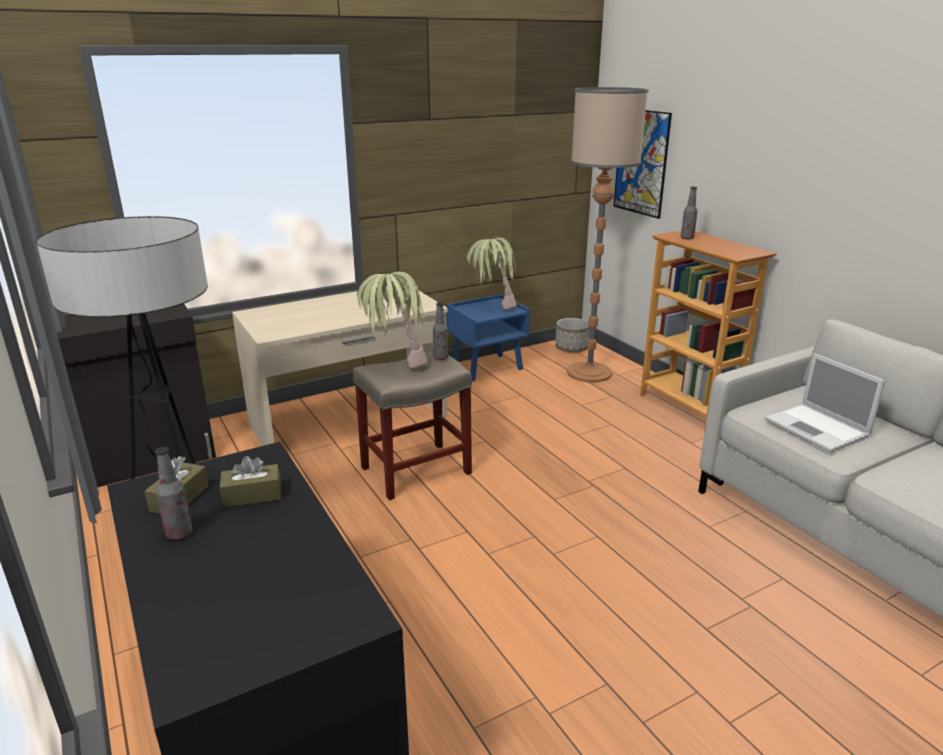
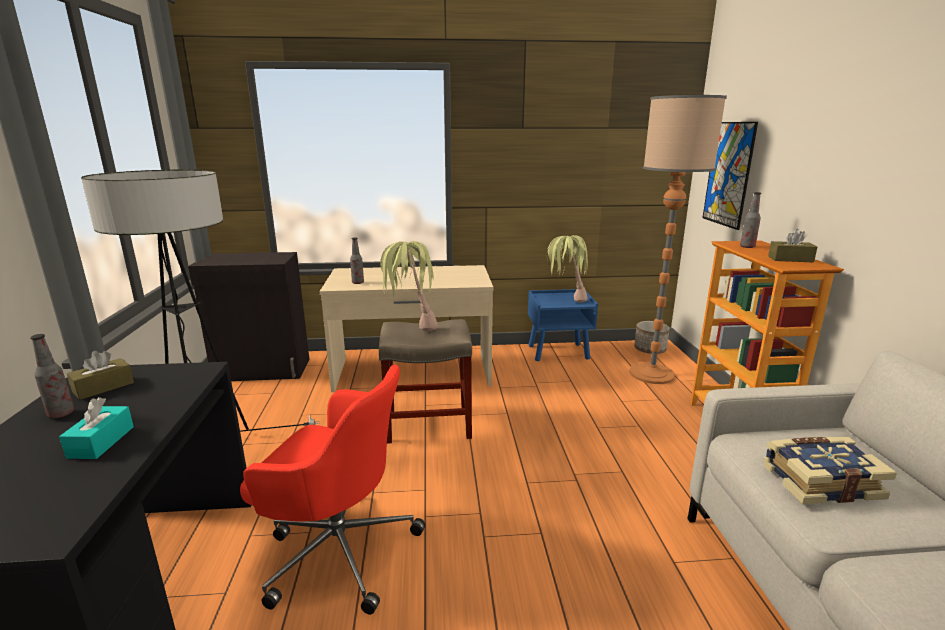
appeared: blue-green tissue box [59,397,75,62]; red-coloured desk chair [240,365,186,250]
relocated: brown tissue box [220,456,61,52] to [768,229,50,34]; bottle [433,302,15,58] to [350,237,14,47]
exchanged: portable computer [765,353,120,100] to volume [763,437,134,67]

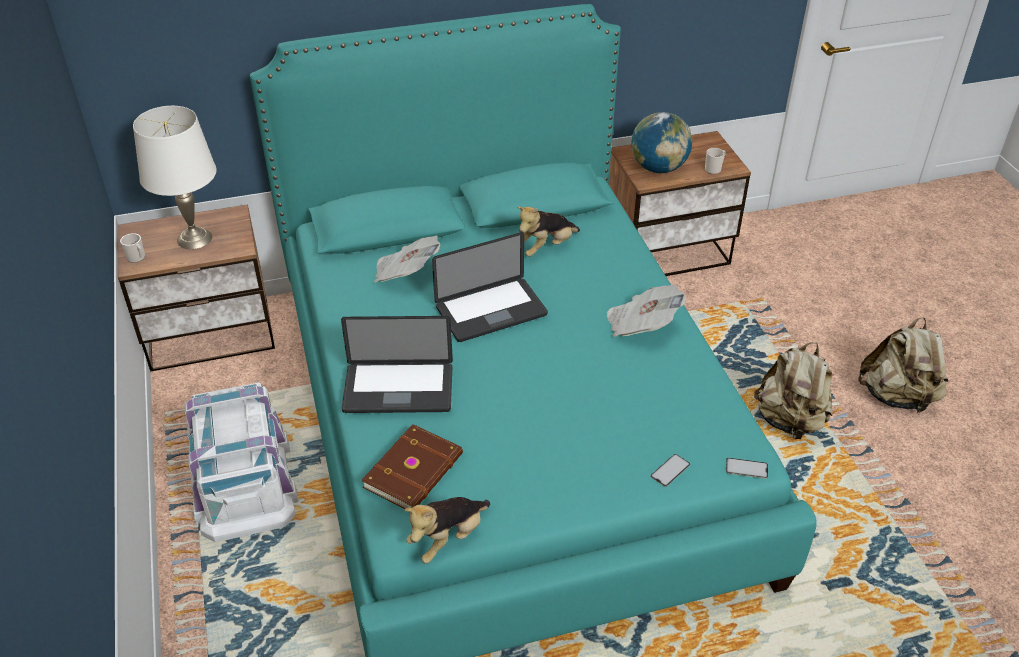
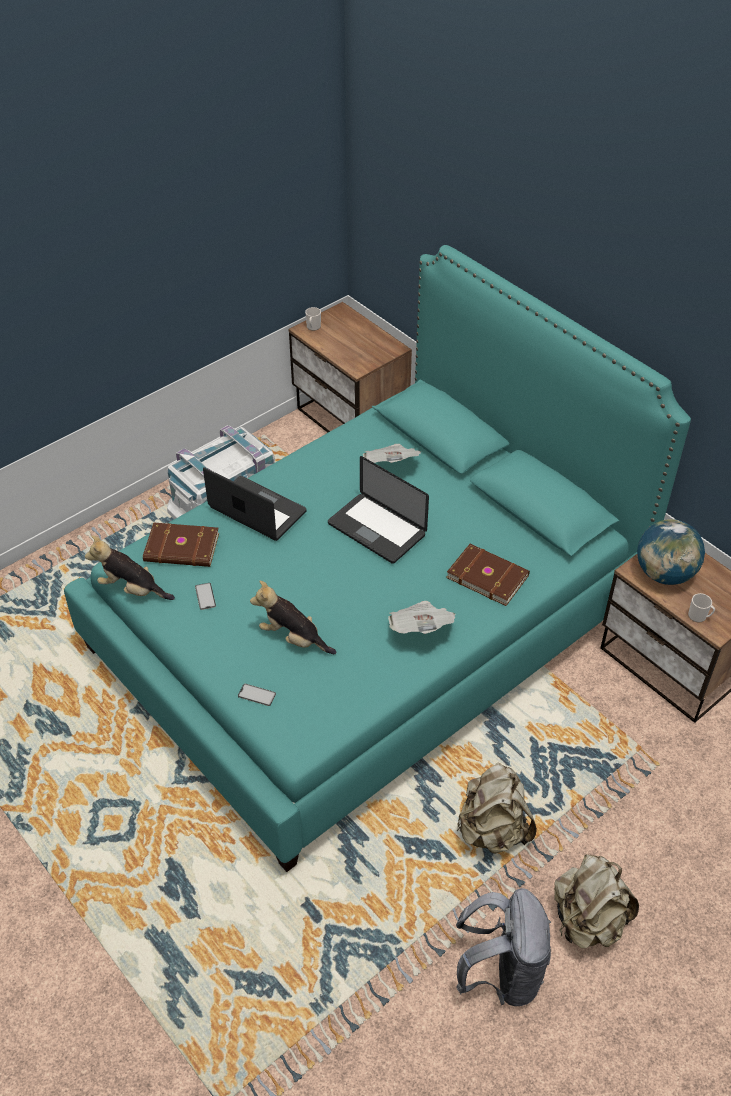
missing: white table lamp [133,106,84,143]
appeared: brown volume [446,544,84,62]; gray rucksack [456,888,95,118]
relocated: soft toy [517,207,63,50] to [250,580,86,74]; telephone [726,458,42,21] to [195,583,21,27]
spun: portable computer [341,316,112,97] = [203,467,104,74] 150 degrees clockwise

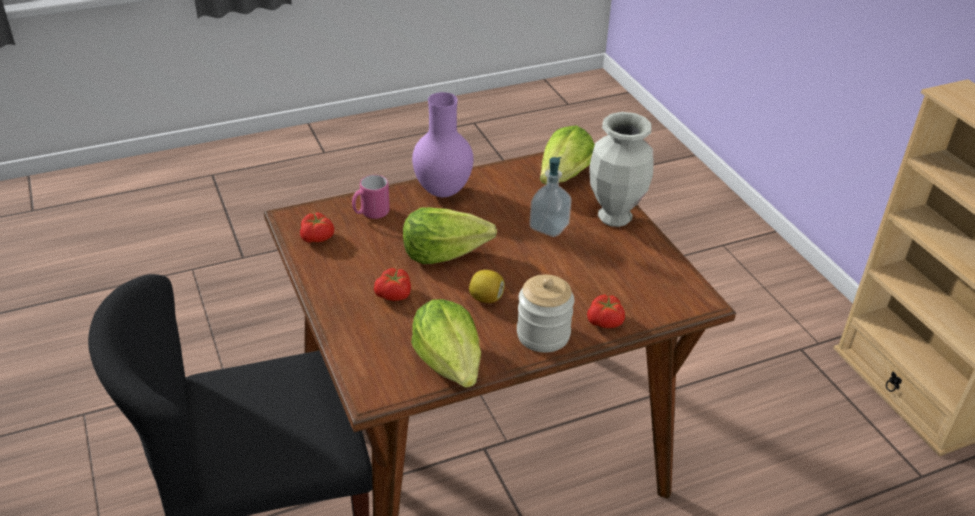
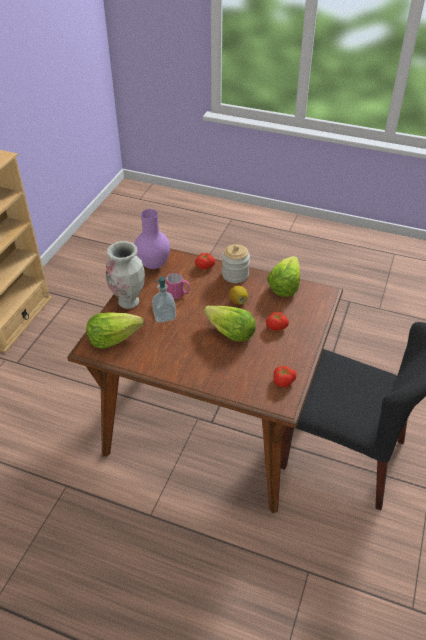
relocated: pink coffee mug [352,175,38,44] to [166,273,24,26]; purplish vase [412,92,62,105] to [134,209,36,60]

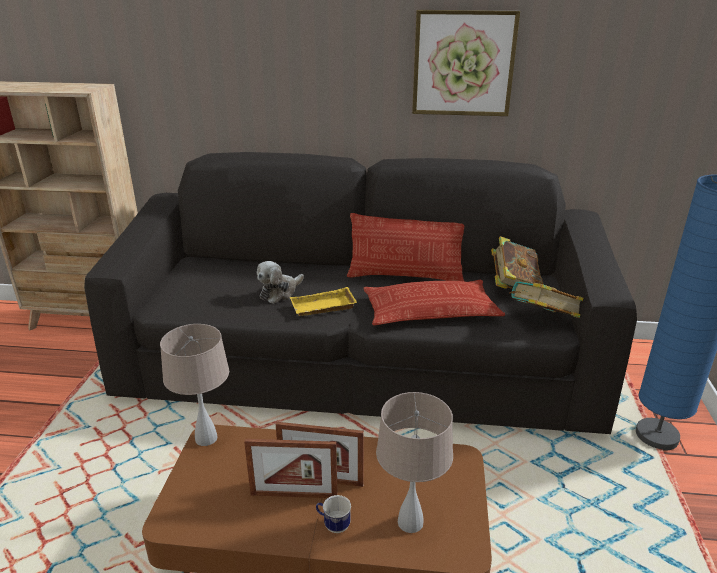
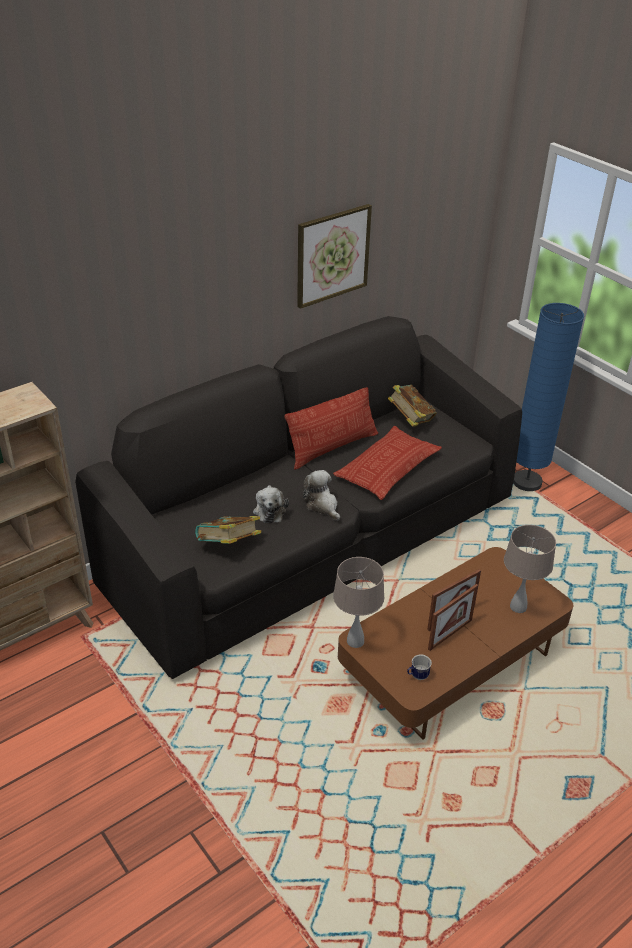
relocated: coffee mug [316,495,35,38] to [407,655,25,25]; volume [509,281,74,37] to [195,516,66,28]
exchanged: yellowish carrying tray [290,287,67,29] to soft toy [303,470,37,51]

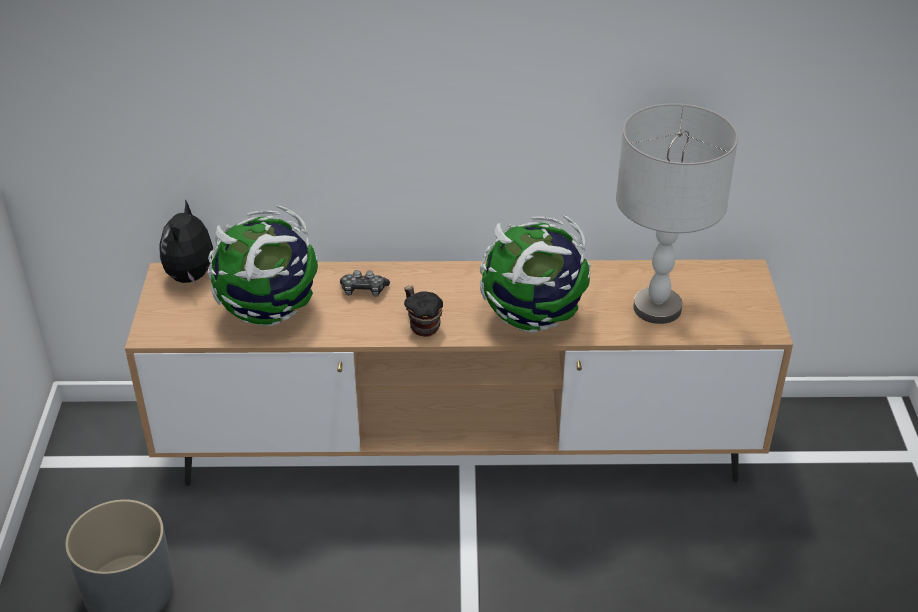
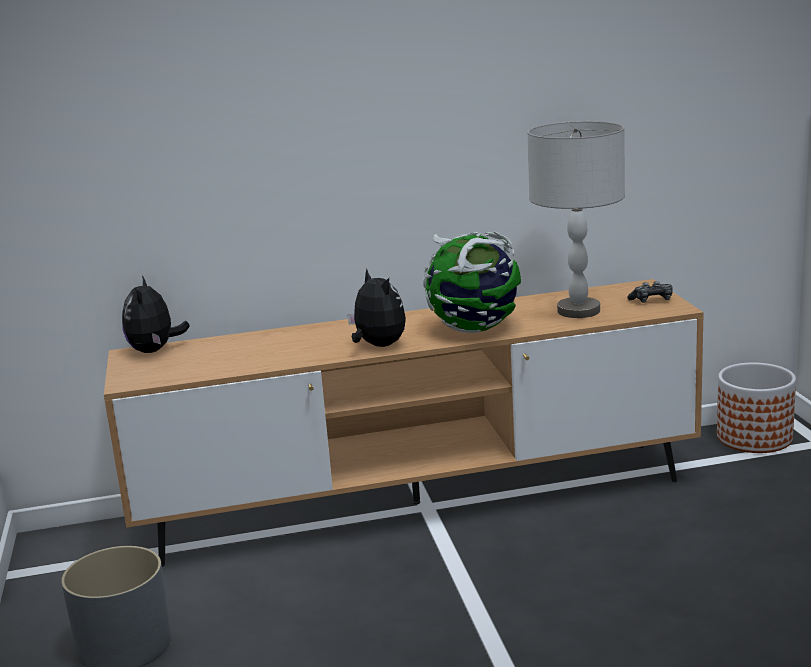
missing: desk globe [208,205,110,121]
appeared: flower pot [717,363,79,90]
relocated: joypad [340,270,50,27] to [627,281,45,22]
exchanged: coffee mug [404,286,39,51] to soft toy [348,269,58,78]

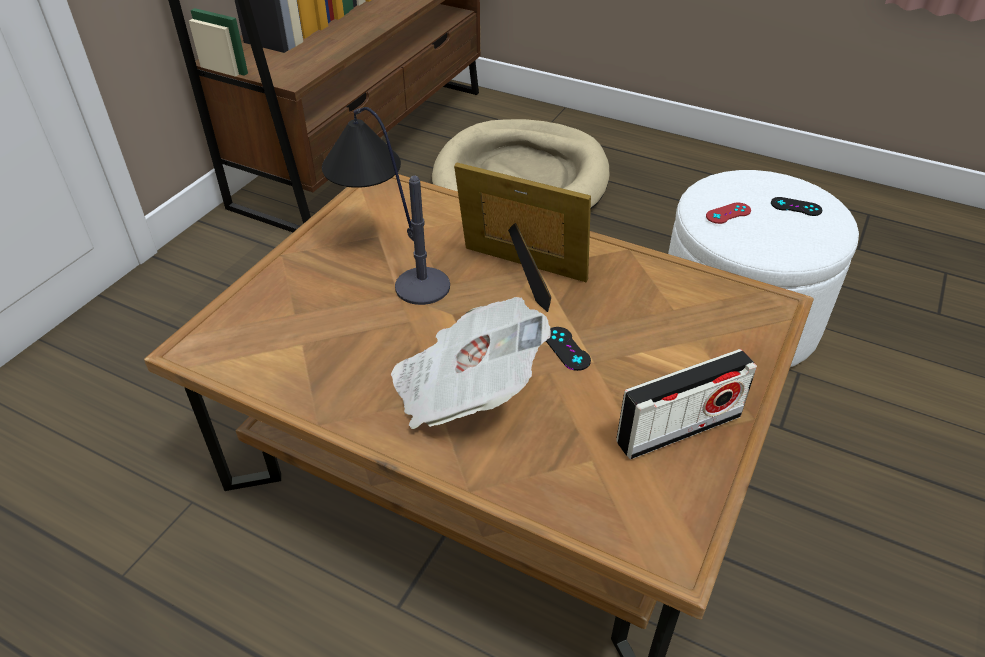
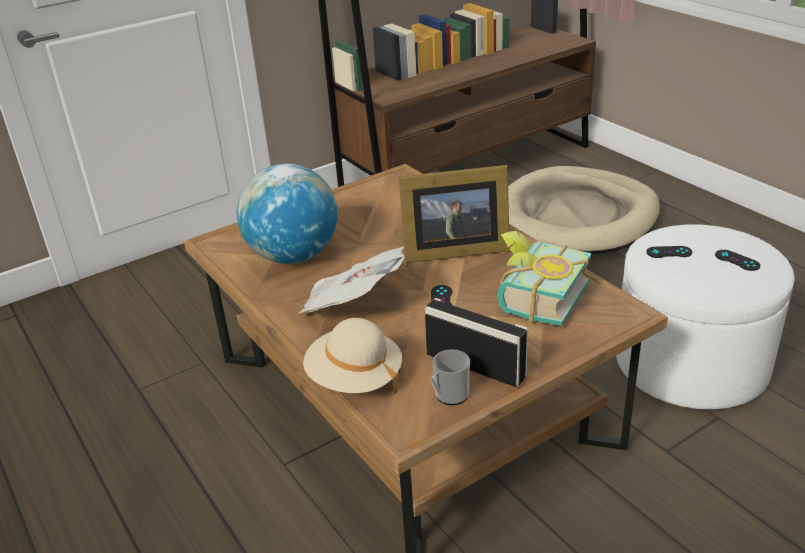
missing: table lamp [322,107,128,198]
appeared: desk globe [237,163,101,101]; sand-coloured clothing hat [303,318,99,76]; coffee mug [430,349,40,56]; volume [497,231,94,95]
colour: red-coloured joypad [706,203,45,21] to black joypad [646,246,46,12]
spun: photo frame [454,163,137,149] = [399,165,111,98] 120 degrees clockwise; radio receiver [616,349,141,110] = [425,298,103,89] 150 degrees counterclockwise

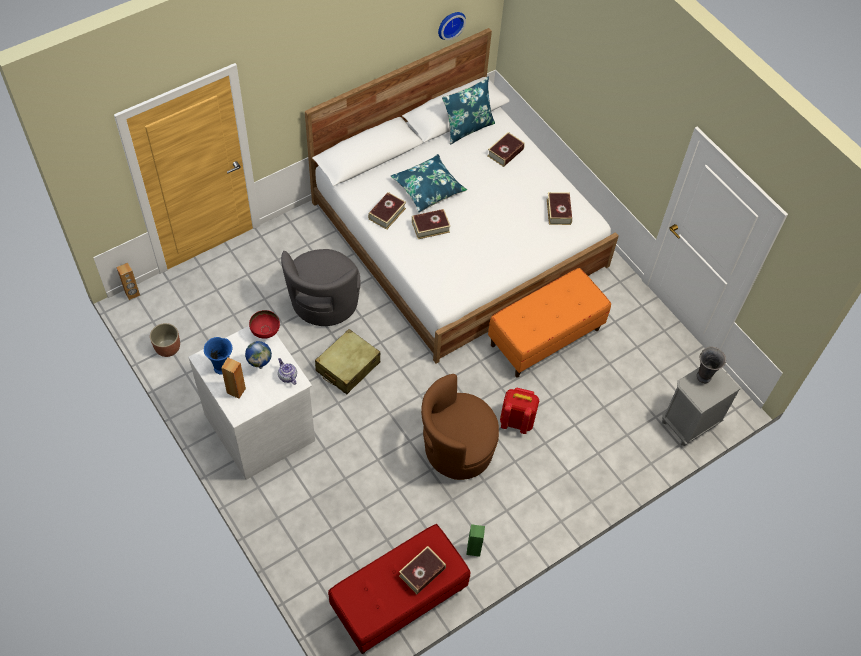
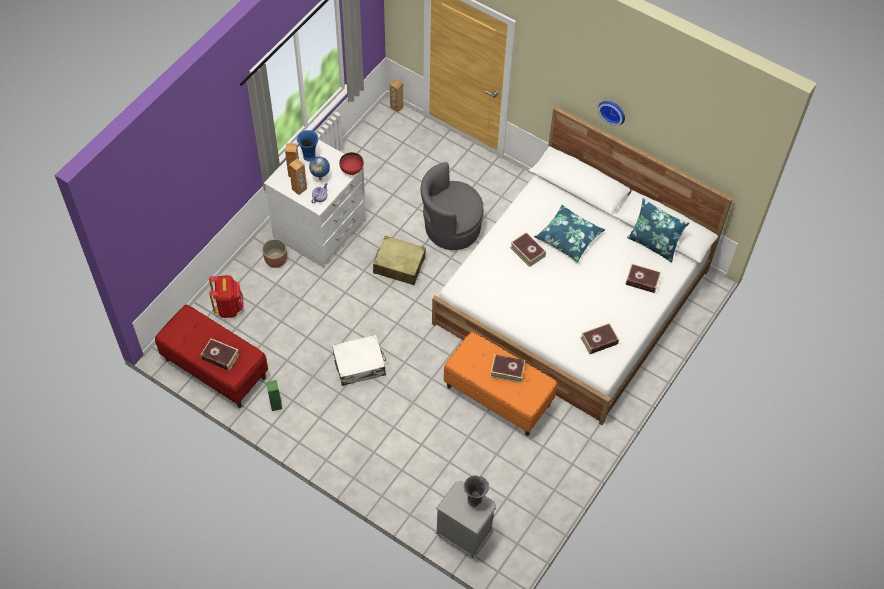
appeared: brown audio speaker [289,159,18,36]
relocated: flower pot [150,323,30,34] to [262,239,25,29]; volume [368,192,38,38] to [490,354,36,29]; clock on the wall [438,12,28,28] to [598,101,27,25]; red-coloured rucksack [500,387,39,47] to [209,275,35,43]
exchanged: brown armchair [421,374,78,106] to white suitcase [332,335,54,51]

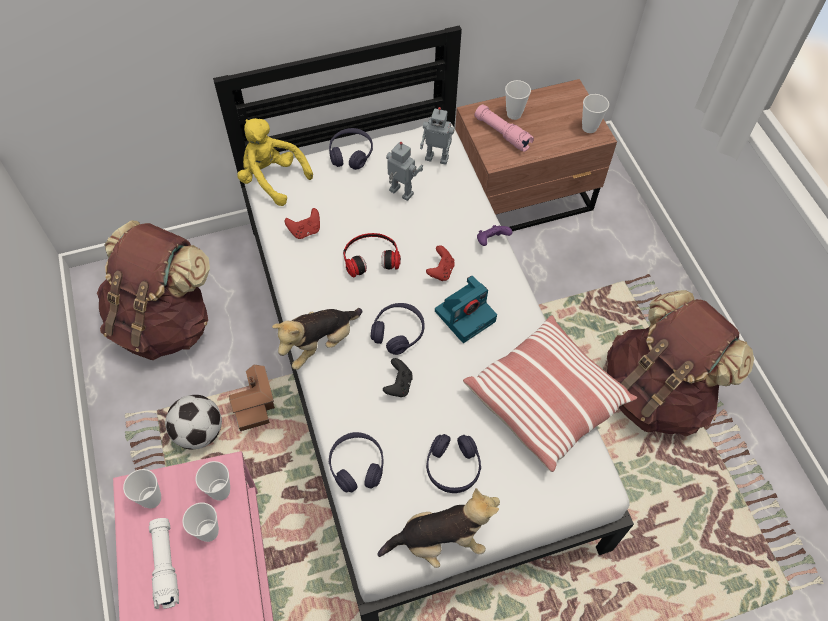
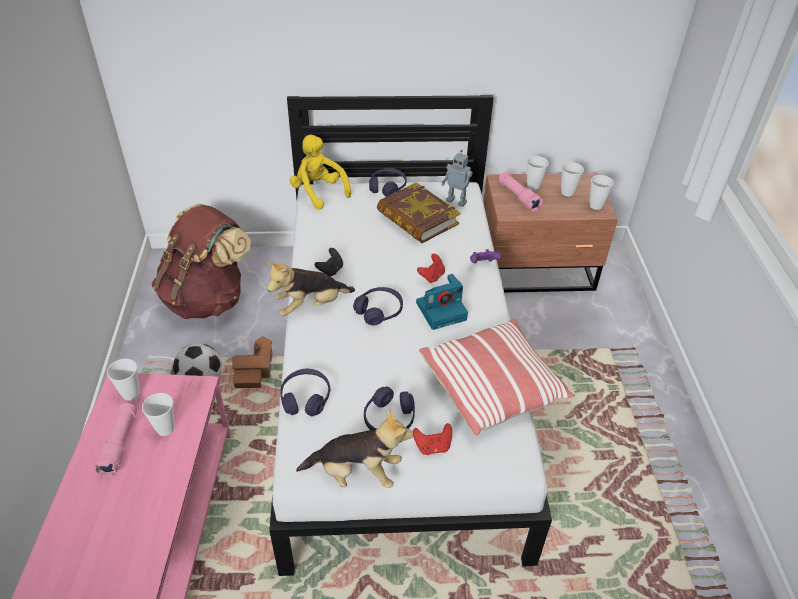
missing: headphones [343,233,58,44]; brown rucksack [607,290,147,146]
relocated: small cup [196,461,34,40] to [561,162,23,34]; red-coloured joypad [285,208,35,31] to [413,423,39,32]; black joypad [383,358,30,39] to [315,248,28,28]
exchanged: model robot [386,142,37,59] to volume [377,182,84,61]
colour: white flashlight [149,518,30,91] to pink flashlight [94,403,43,74]

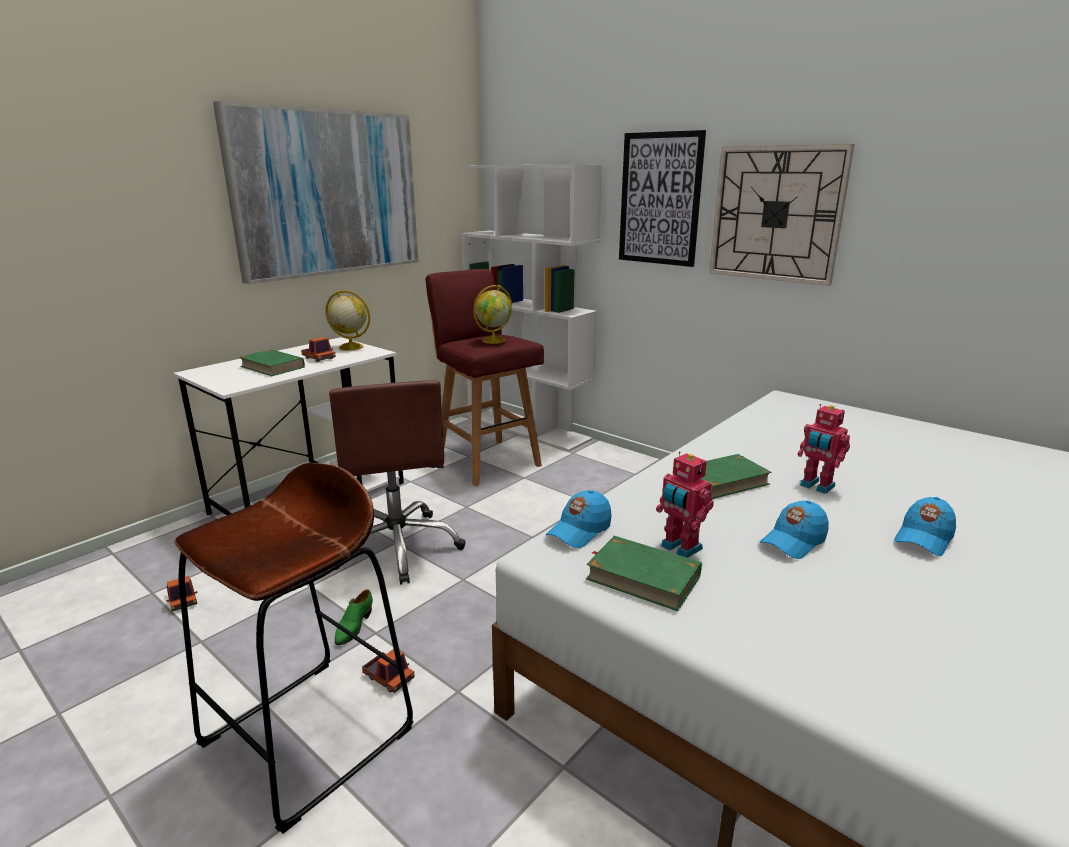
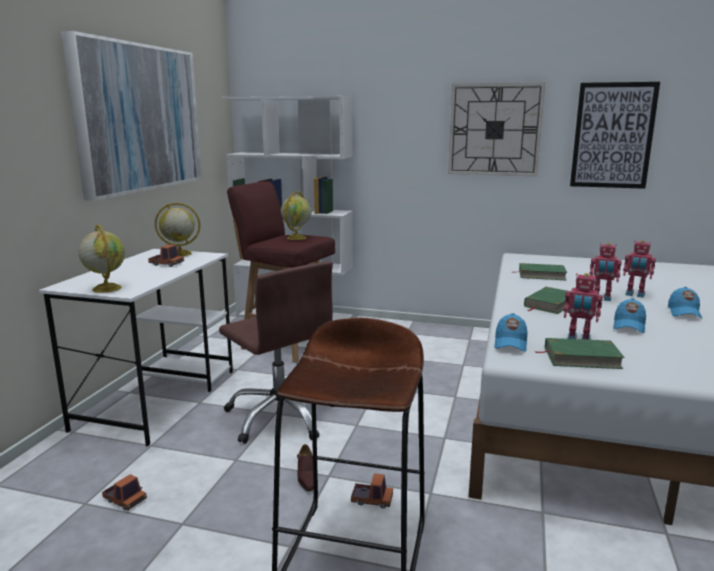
appeared: desk globe [78,225,47,68]; model robot [623,240,33,58]
relocated: green volume [239,349,66,27] to [518,263,49,17]; wall art [619,130,87,137] to [570,82,90,107]
colour: green shoe [335,589,38,56] to brown shoe [297,444,17,47]

